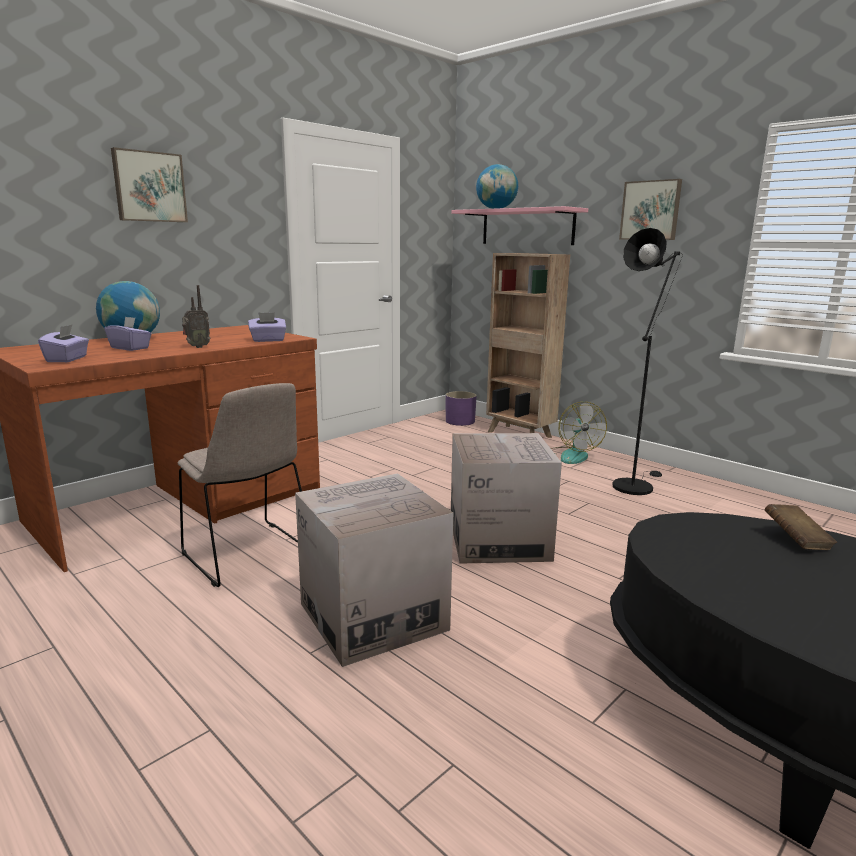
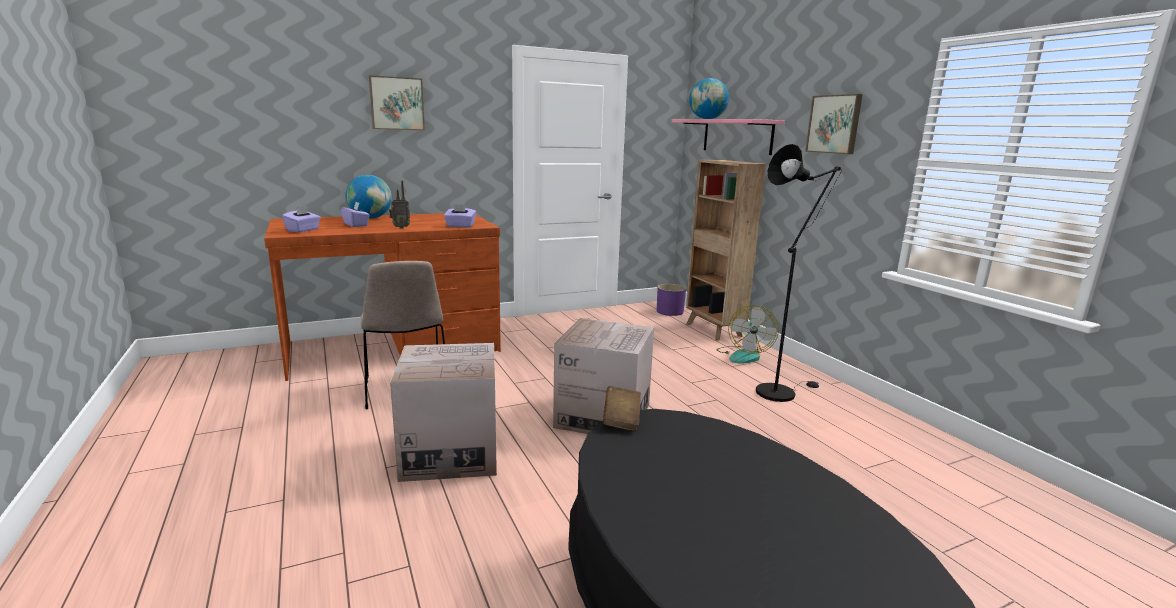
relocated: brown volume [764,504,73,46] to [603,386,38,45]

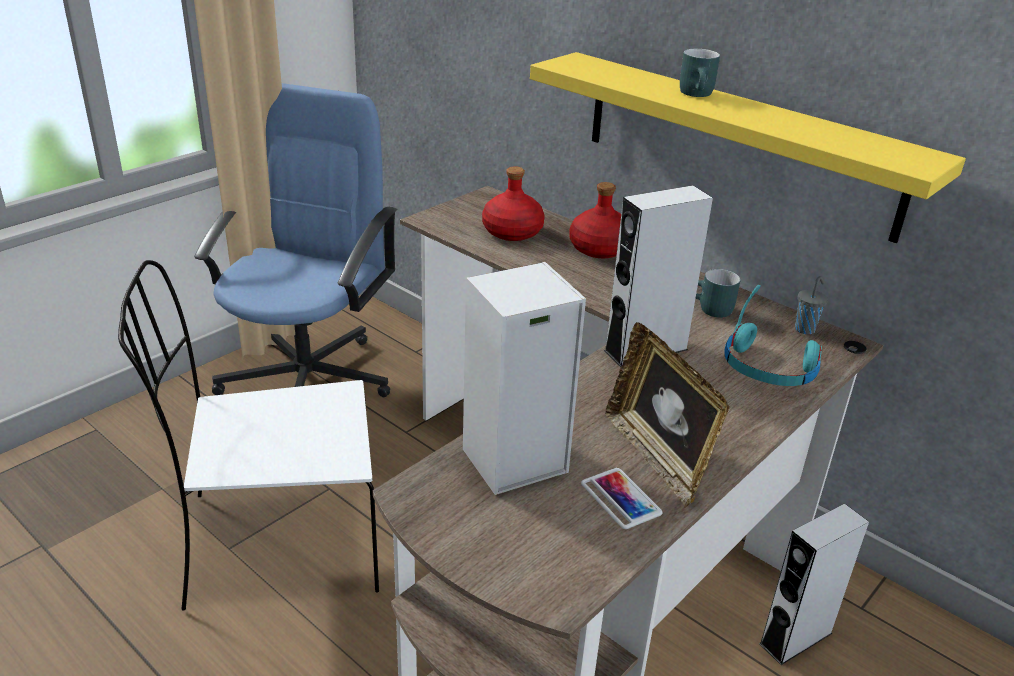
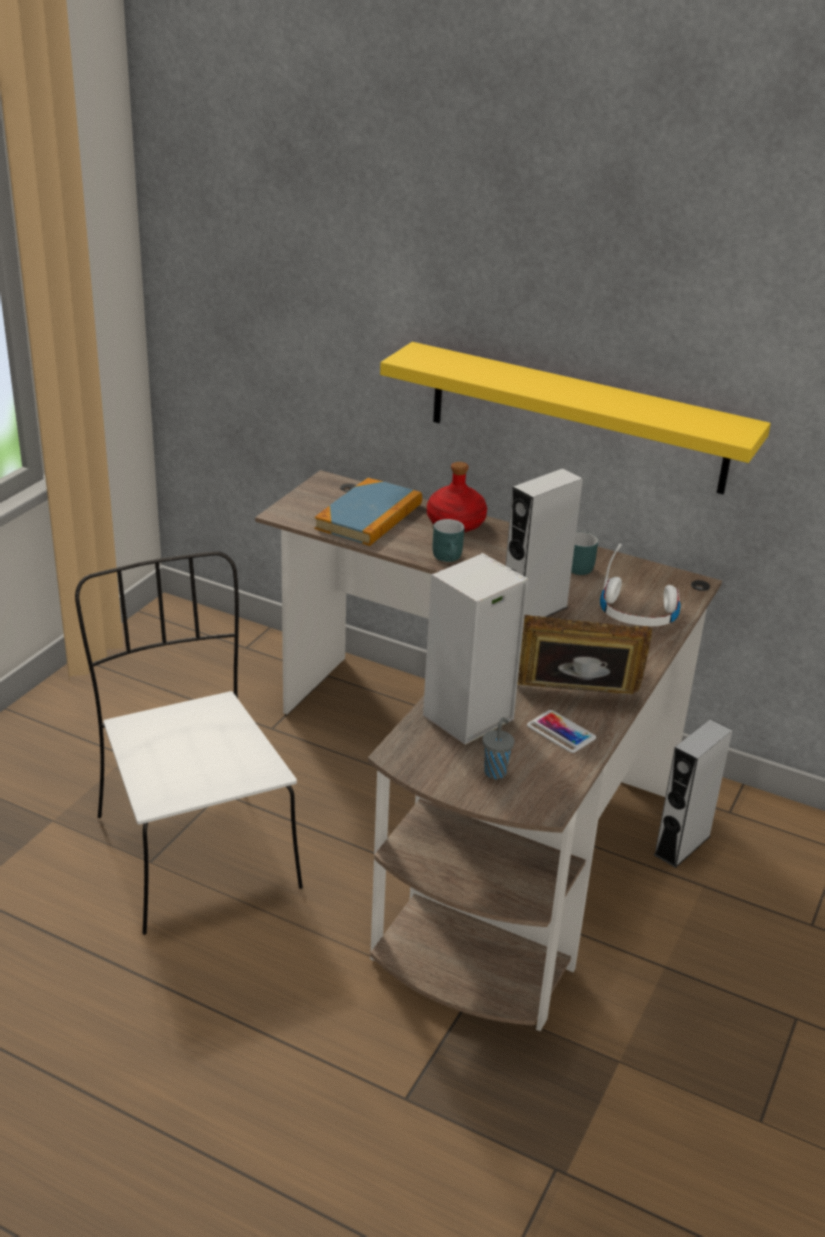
missing: bluish desk chair [194,83,203,314]
relocated: blue-green coffee mug [680,49,40,48] to [432,519,32,43]; gray small cup [795,276,33,58] to [483,717,31,62]
exchanged: red-coloured bottle [482,166,63,75] to volume [315,478,107,68]
colour: blue-green headphones [724,285,98,101] to white headphones [600,544,81,82]
spun: white upright chair [118,260,261,351] = [75,551,228,384] 90 degrees clockwise; photo frame [605,322,124,186] = [518,615,134,79] 135 degrees clockwise

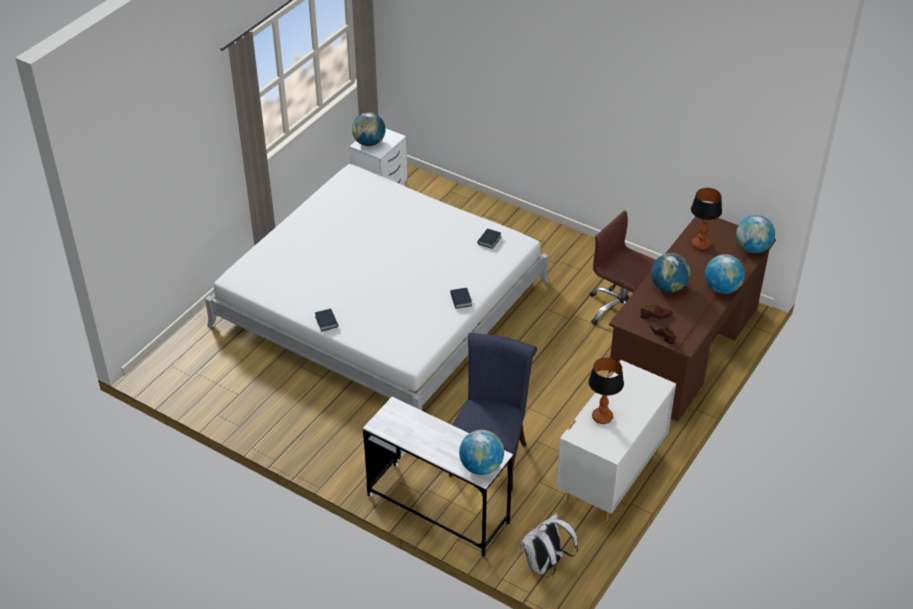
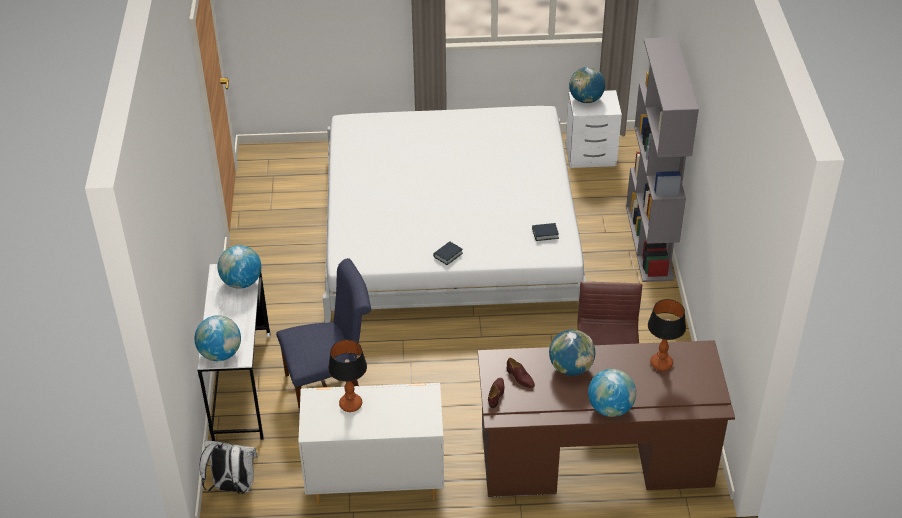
missing: volume [315,309,23,22]
appeared: gray shelving unit [626,37,73,245]
relocated: desk globe [736,215,39,38] to [217,245,44,44]

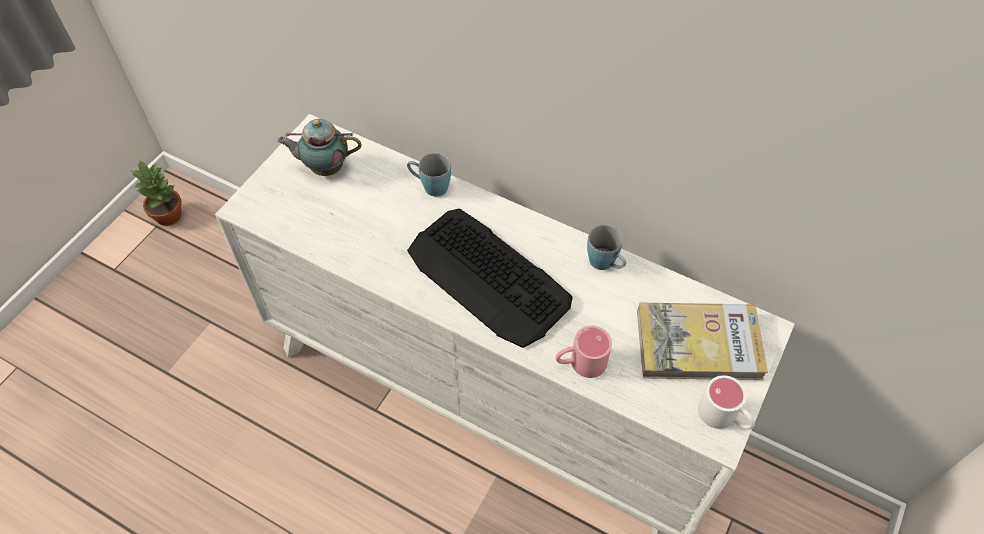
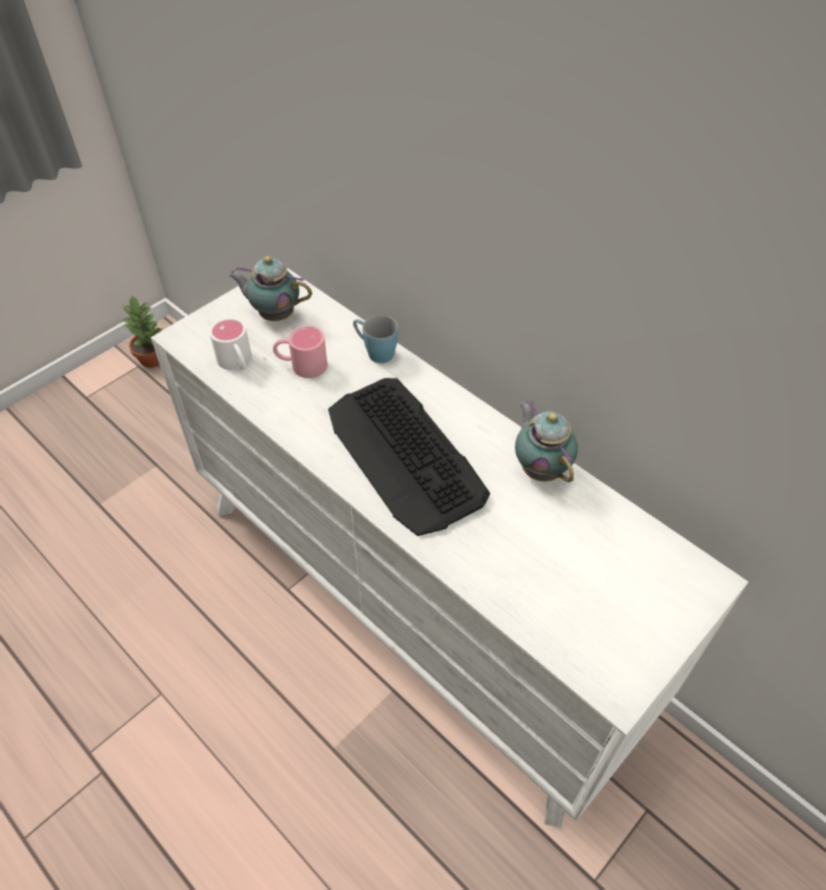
missing: volume [637,303,131,77]
relocated: pink coffee mug [555,326,57,52] to [273,325,55,53]; white coffee mug [698,375,57,55] to [209,318,43,52]
exchanged: bluish coffee mug [587,225,39,45] to pot for tea [515,401,63,81]

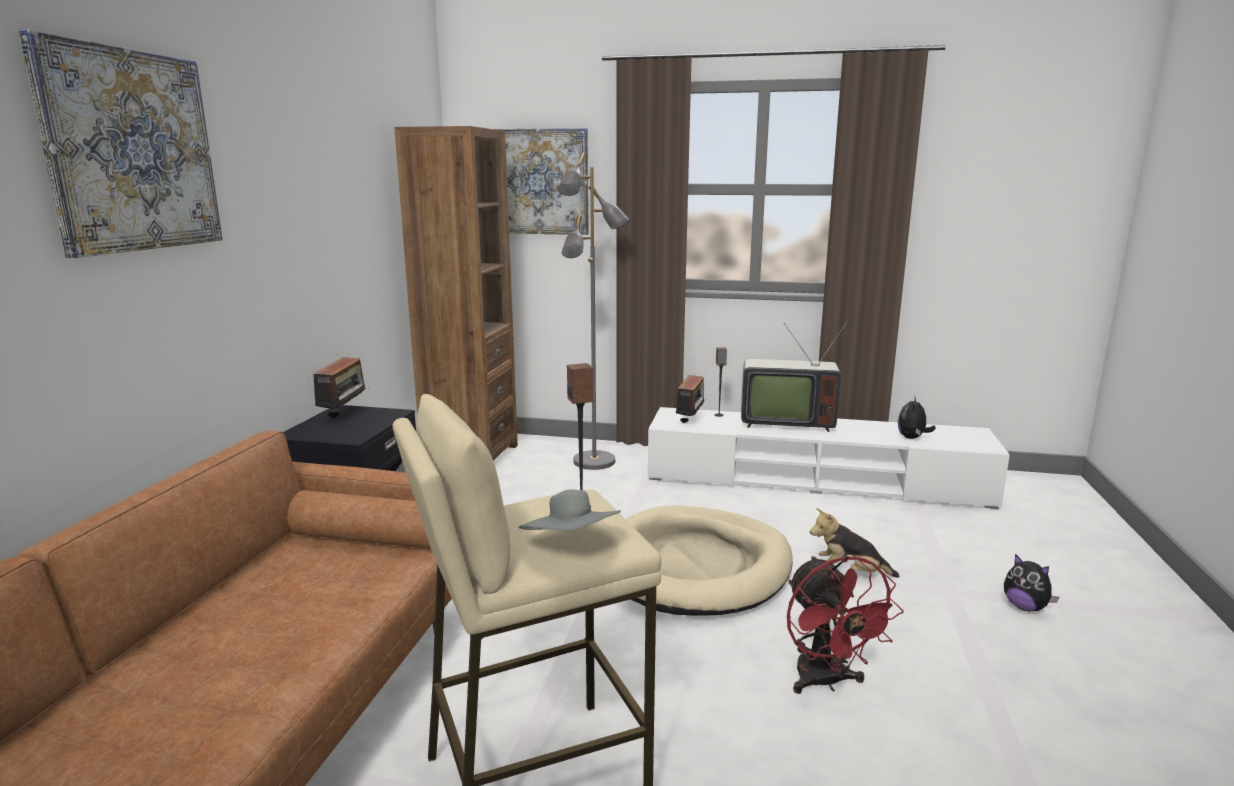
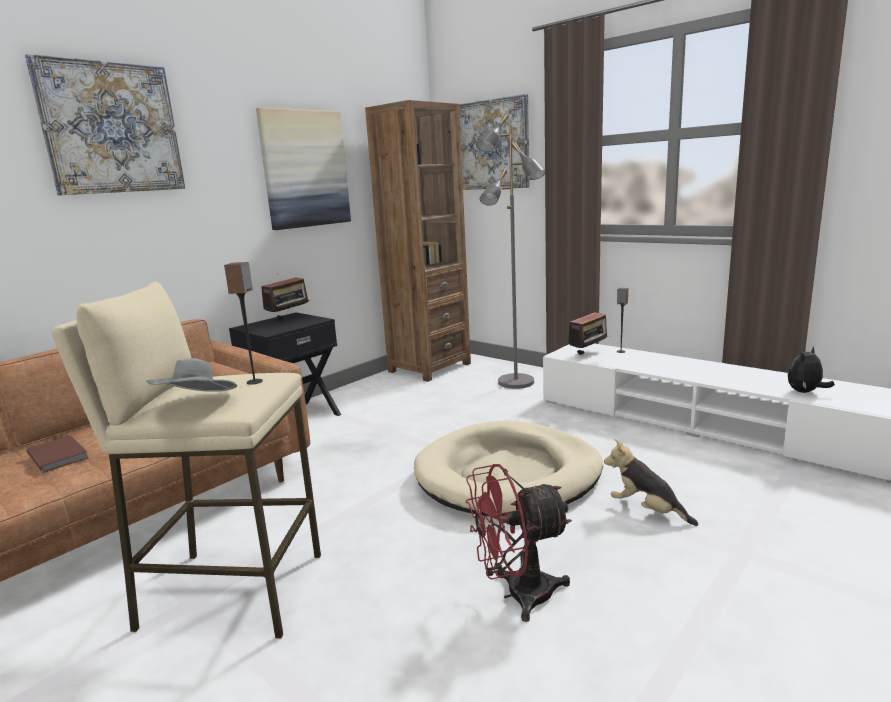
missing: television [741,321,107,111]; soft toy [1004,554,55,57]
appeared: brown volume [27,435,61,38]; wall art [256,107,95,123]
spun: red-coloured fan [787,555,117,139] = [466,464,106,158] 60 degrees clockwise

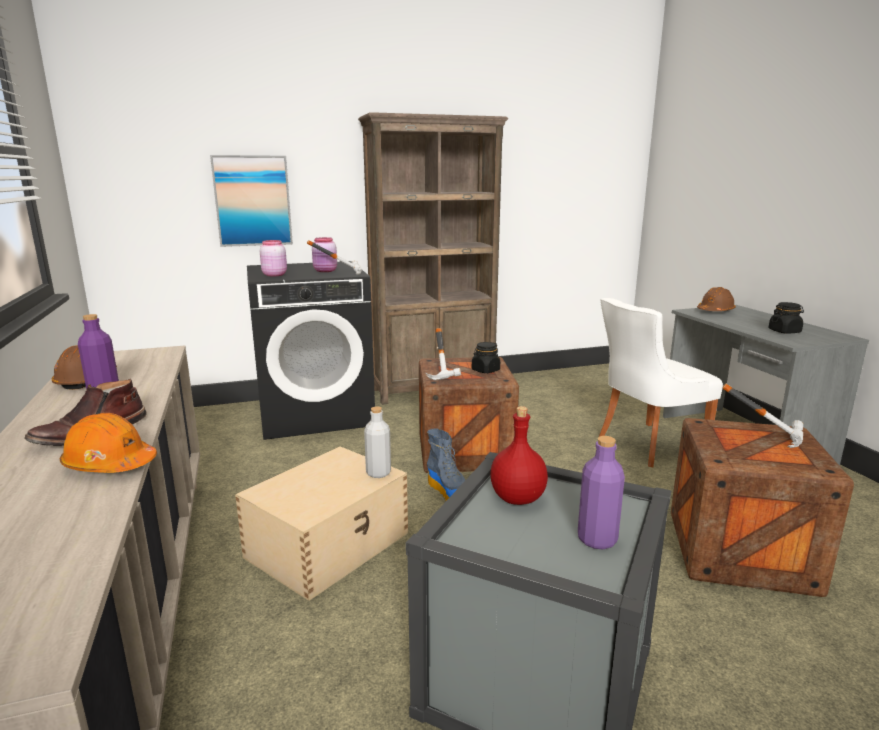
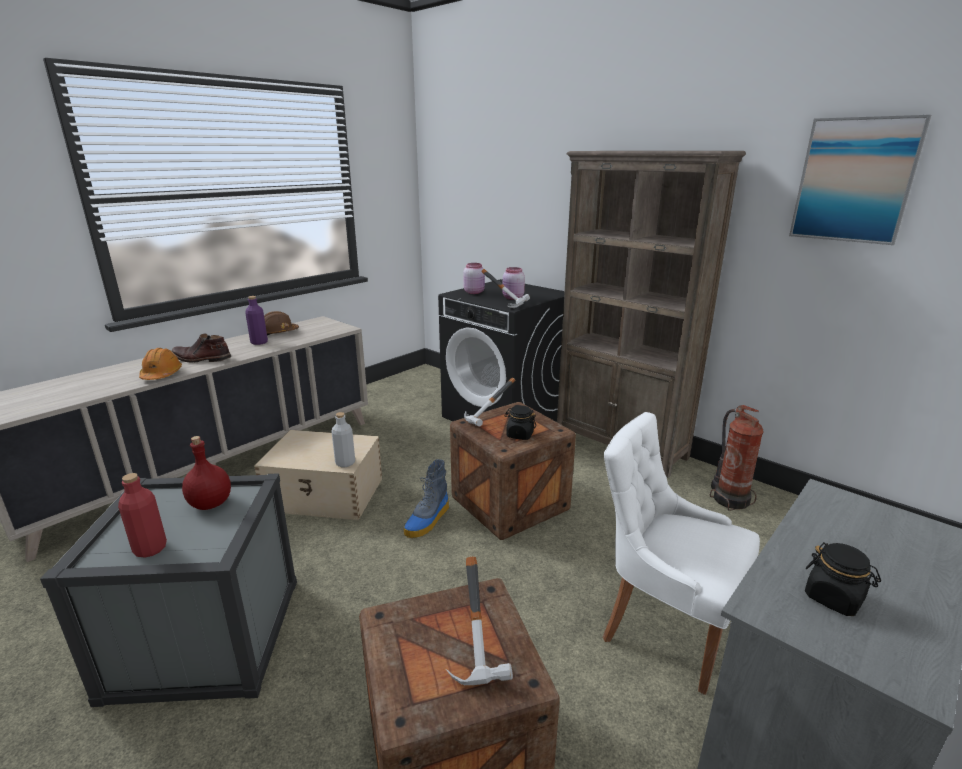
missing: brown work helmet [697,287,39,24]
appeared: fire extinguisher [710,405,54,106]
relocated: wall art [210,155,83,92] to [789,115,142,130]
colour: purplish bottle [578,436,47,113] to red-coloured bottle [118,473,49,85]

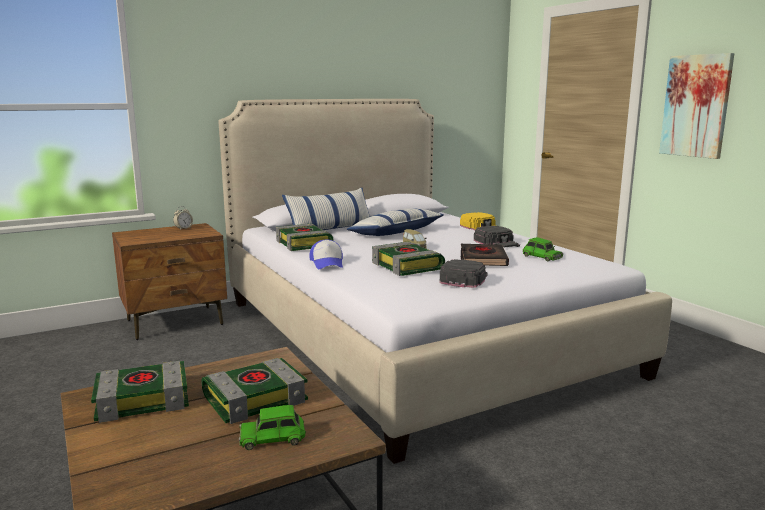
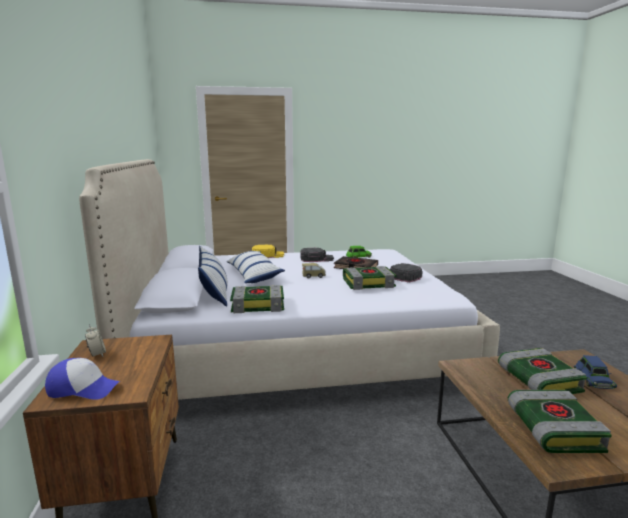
missing: wall art [659,53,76,106]
relocated: baseball cap [309,239,34,30] to [45,358,76,42]
colour: green miniature car [239,405,67,45] to bluish miniature car [574,355,43,34]

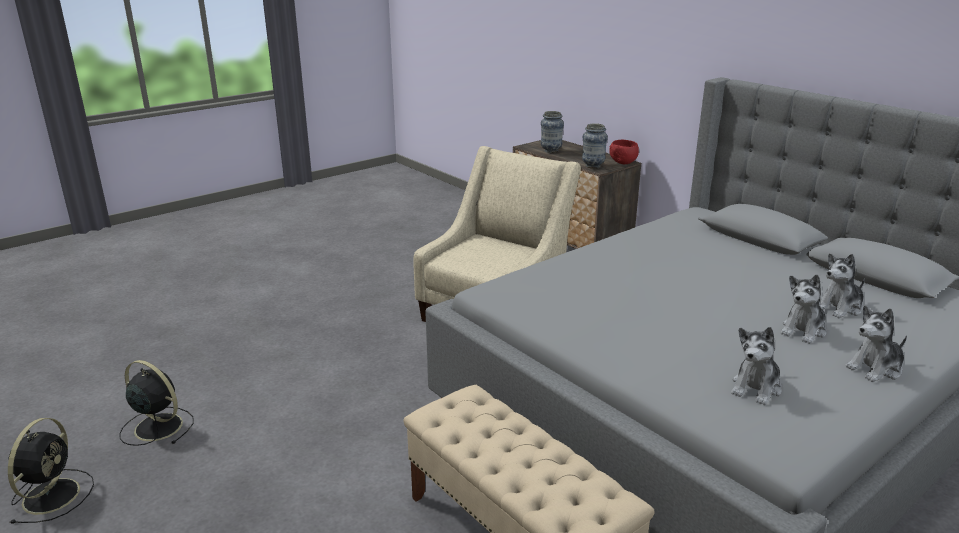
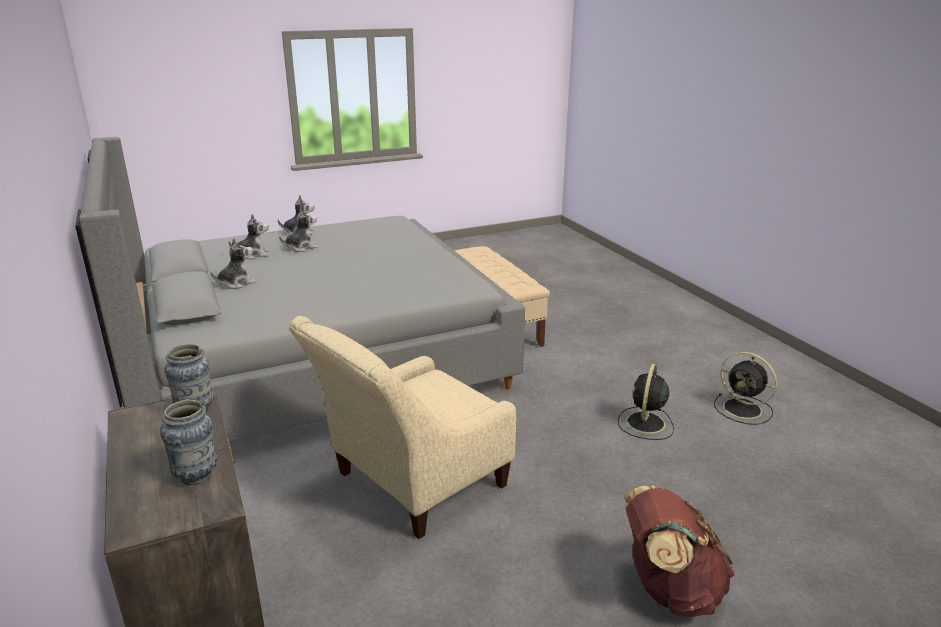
missing: red-coloured bowl [609,140,30,24]
appeared: brown rucksack [624,486,111,131]
relocated: black fan [8,418,86,106] to [618,363,56,77]; soft toy [731,327,51,78] to [210,238,46,51]

